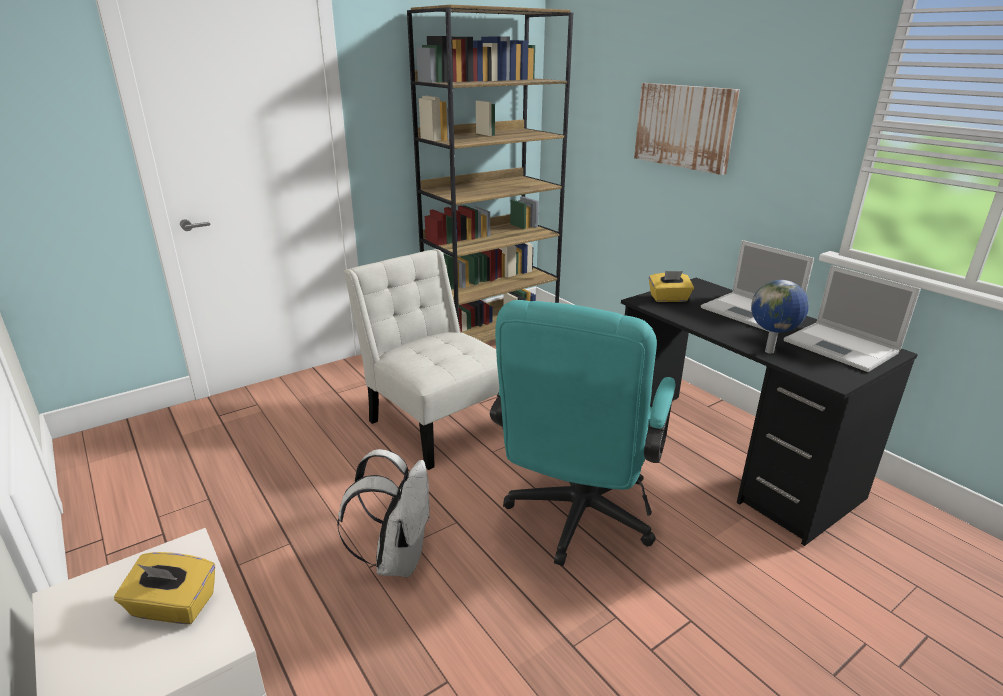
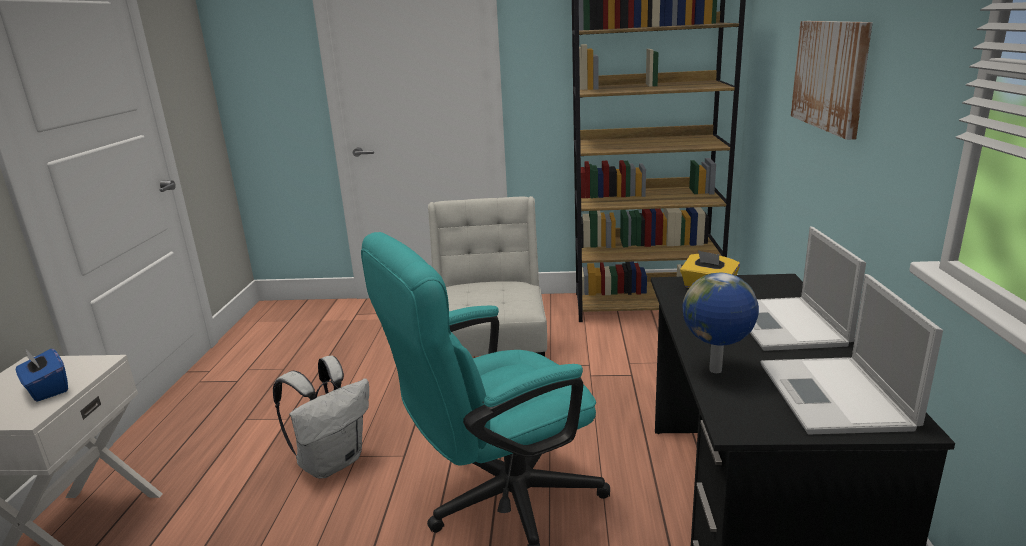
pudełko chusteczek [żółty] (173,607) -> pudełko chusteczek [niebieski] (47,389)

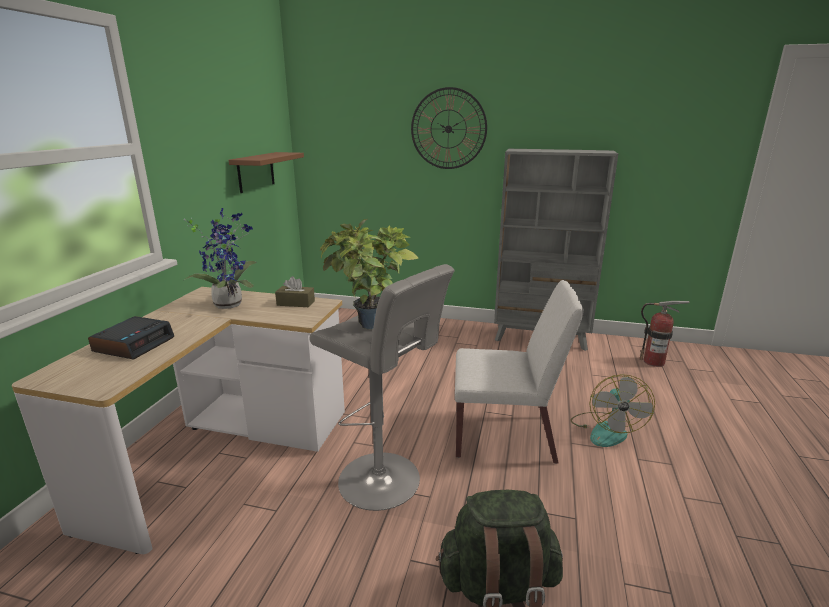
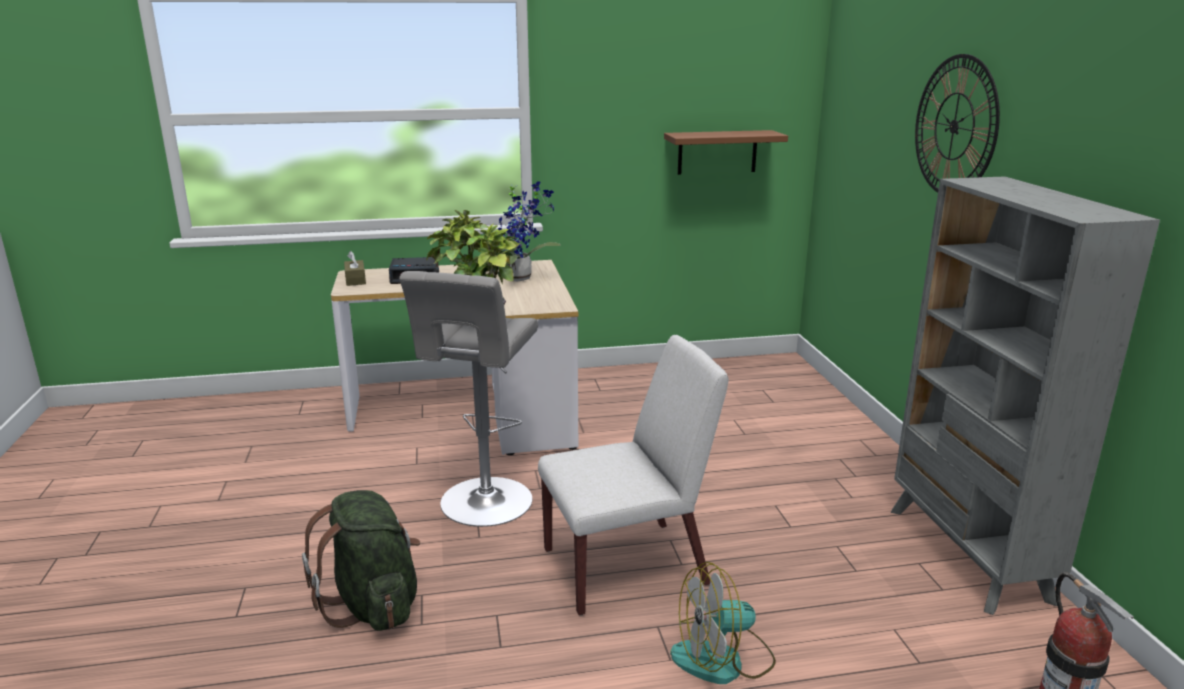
pudełko chusteczek [brązowy] (295,303) -> pudełko chusteczek [brązowy] (355,280), relocated
krzesło [biały] (505,436) -> krzesło [biały] (627,566), 90 degrees counterclockwise

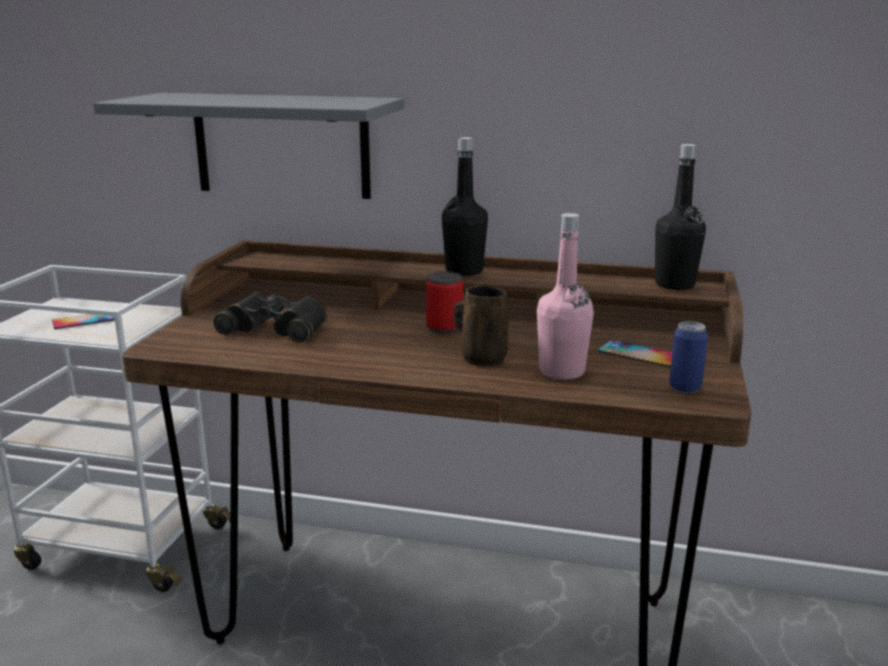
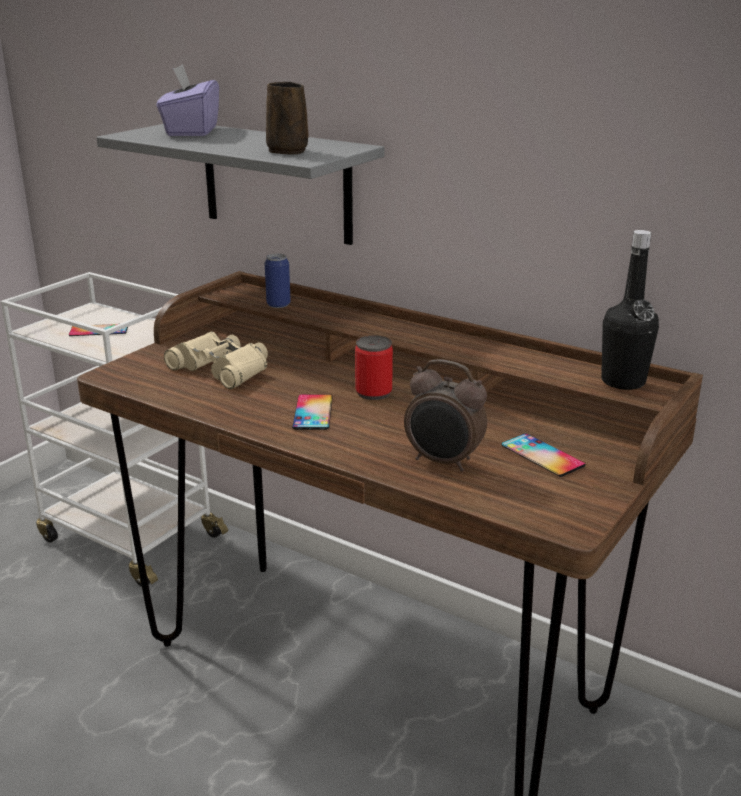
butelka [czarny] (464,271) -> none
butelka [różowy] (561,371) -> budzik (443,462)
kubek [brązowy] (481,358) -> kubek [brązowy] (286,151), relocated
lornetka [czarny] (275,328) -> lornetka [beżowy] (221,369)
puszka (685,388) -> puszka (278,304), relocated
none -> pudełko chusteczek [fioletowy] (191,131)
none -> telefon (313,412)

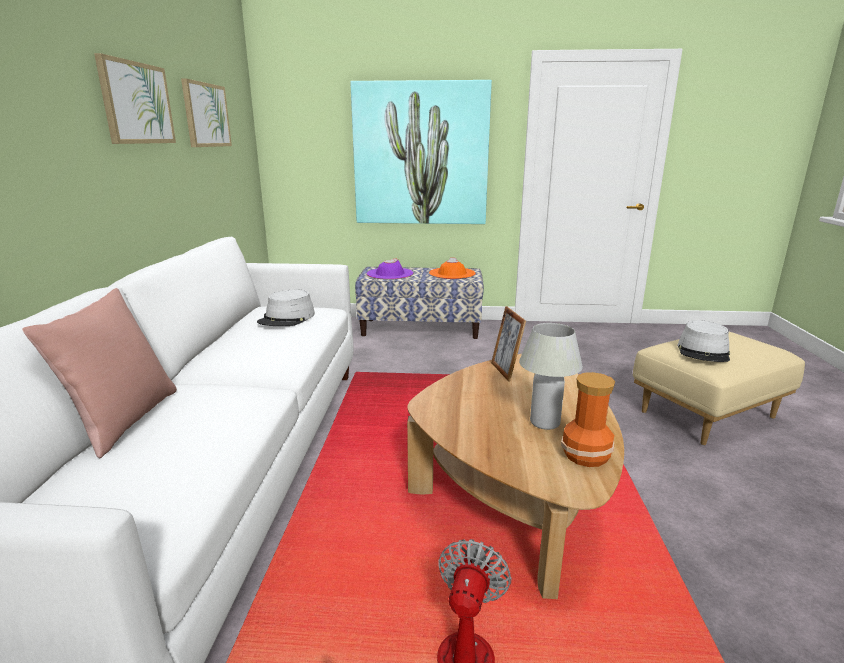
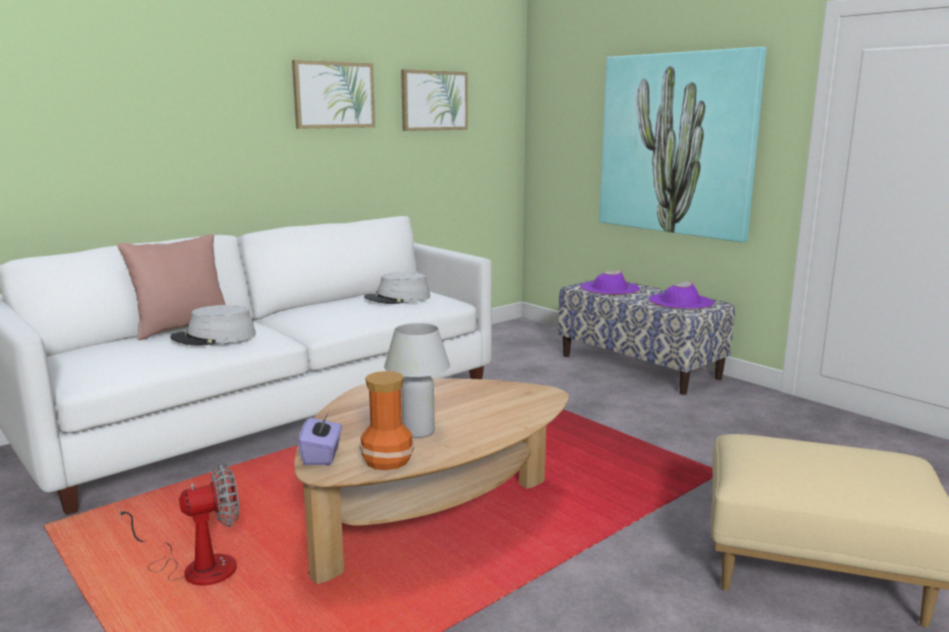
kapelusz [pomarańczowy] (452,273) -> kapelusz [fioletowy] (680,301)
ramka na zdjęcie (505,371) -> none
kapelusz [szary] (703,351) -> kapelusz [szary] (214,337), relocated
none -> pudełko chusteczek [fioletowy] (322,455)

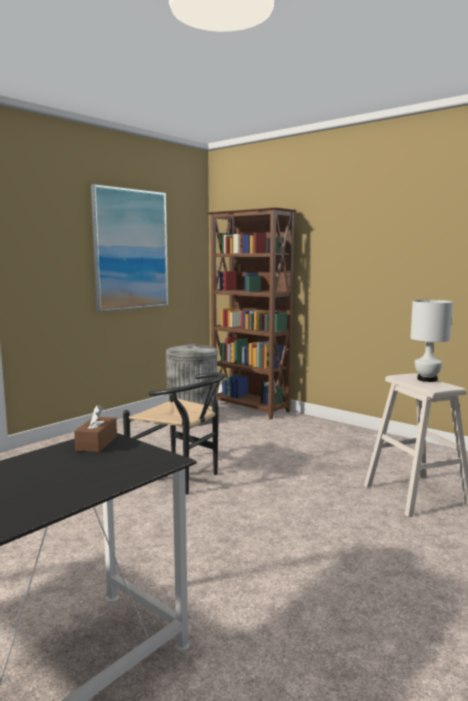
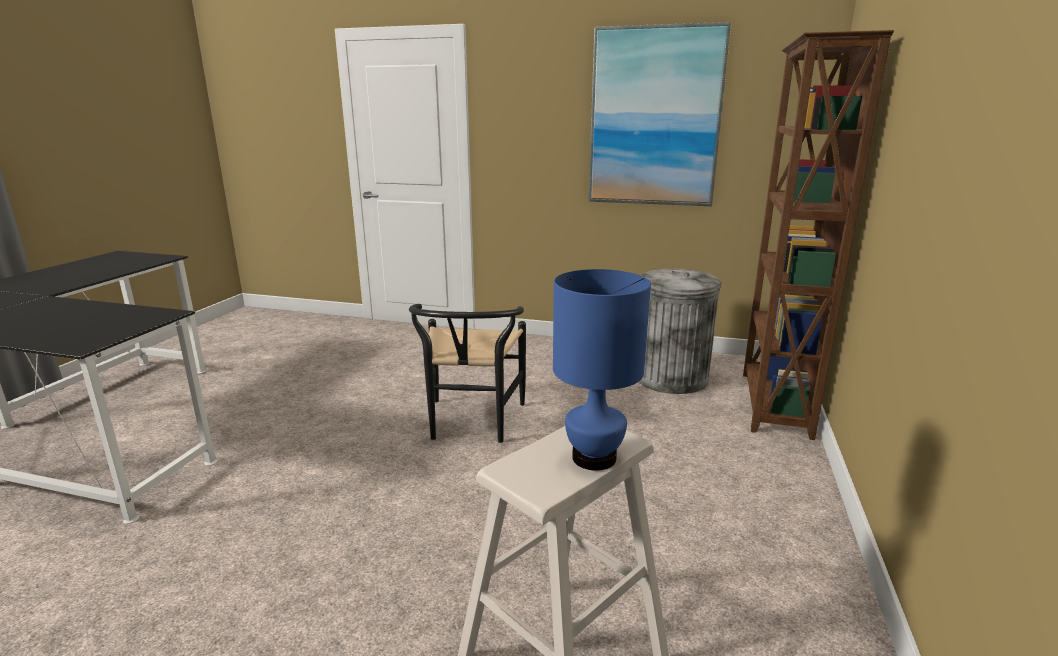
lampa stołowa [biały] (427,379) -> lampa stołowa [niebieski] (595,458)
pudełko chusteczek [brązowy] (97,443) -> none

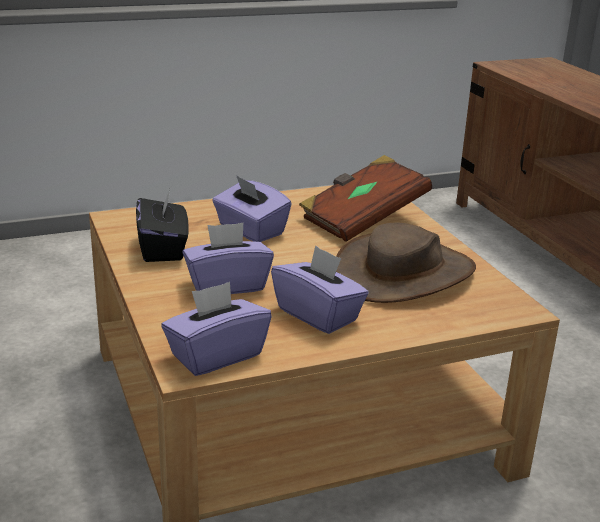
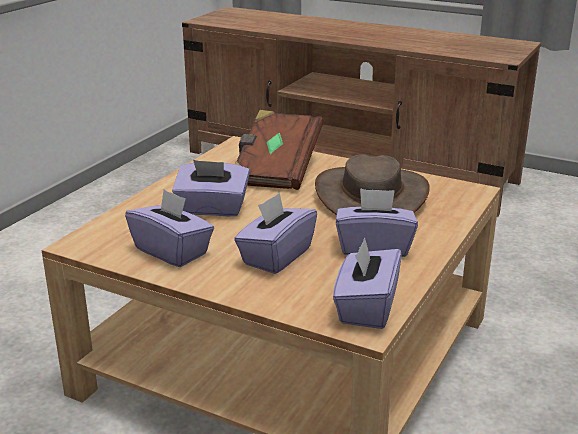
pudełko chusteczek [czarny] (163,249) -> pudełko chusteczek [fioletowy] (172,251)

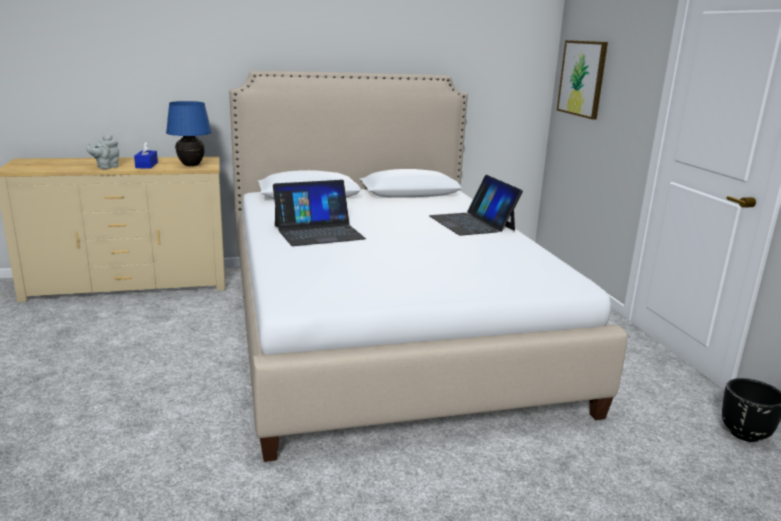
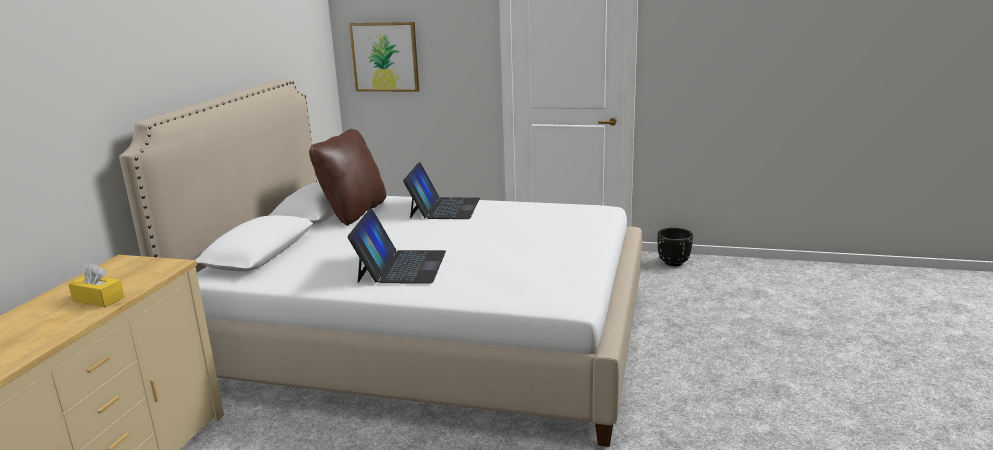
lampa stołowa [niebieski] (191,165) -> none
imbryk [szary] (106,167) -> none
pudełko chusteczek [niebieski] (146,165) -> pudełko chusteczek [żółty] (98,299)
laptop (472,223) -> laptop (444,208), 90 degrees counterclockwise
none -> poduszka [brązowy] (354,213)

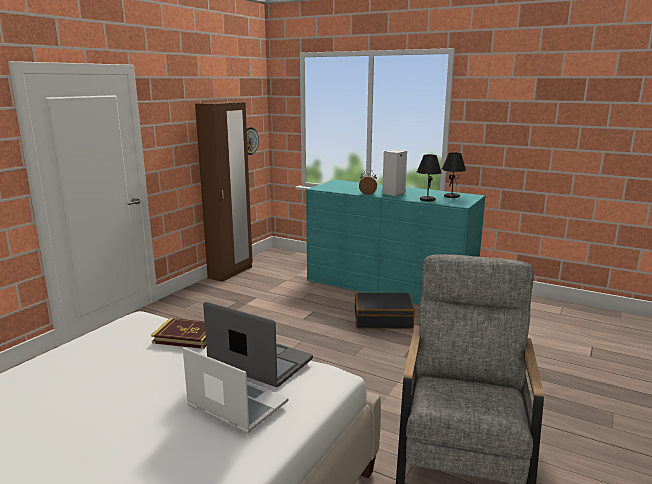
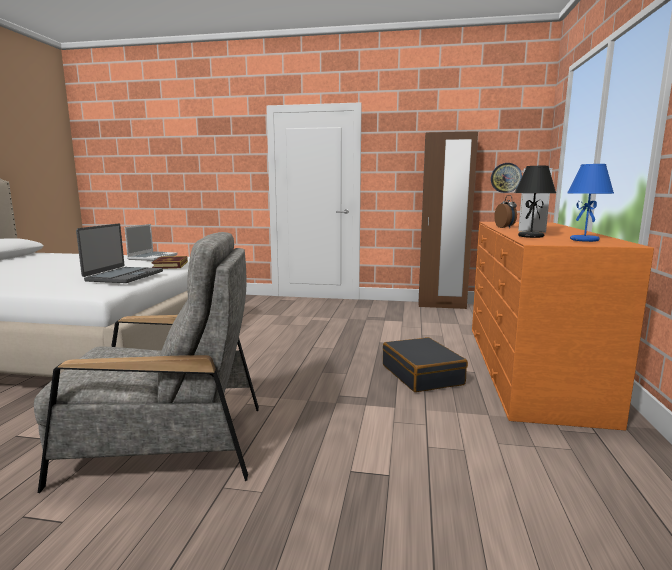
lampa stołowa [czarny] (451,196) -> lampa stołowa [niebieski] (585,240)
komoda [turkusowy] (389,285) -> komoda [pomarańczowy] (528,367)
laptop (235,405) -> laptop (152,257), relocated

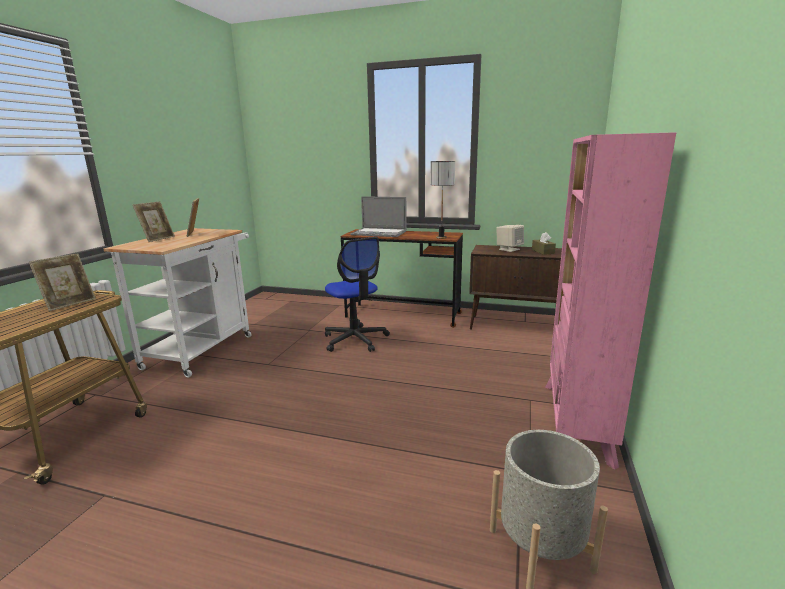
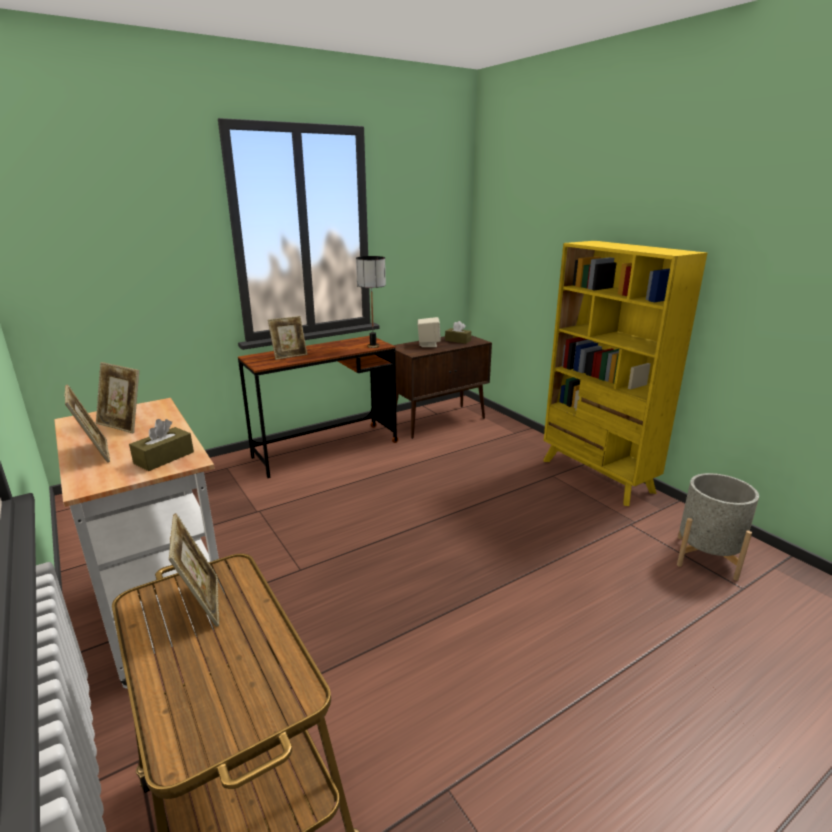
regał [różowy] (576,422) -> regał [żółty] (597,476)
laptop (379,233) -> ramka na zdjęcie (289,355)
krzesło biurowe (355,340) -> none
none -> pudełko chusteczek [brązowy] (164,458)

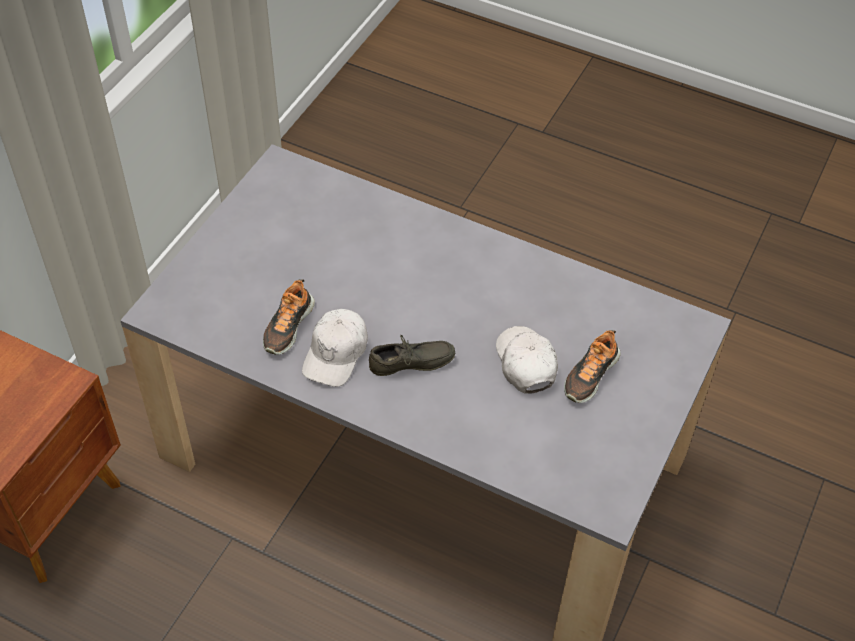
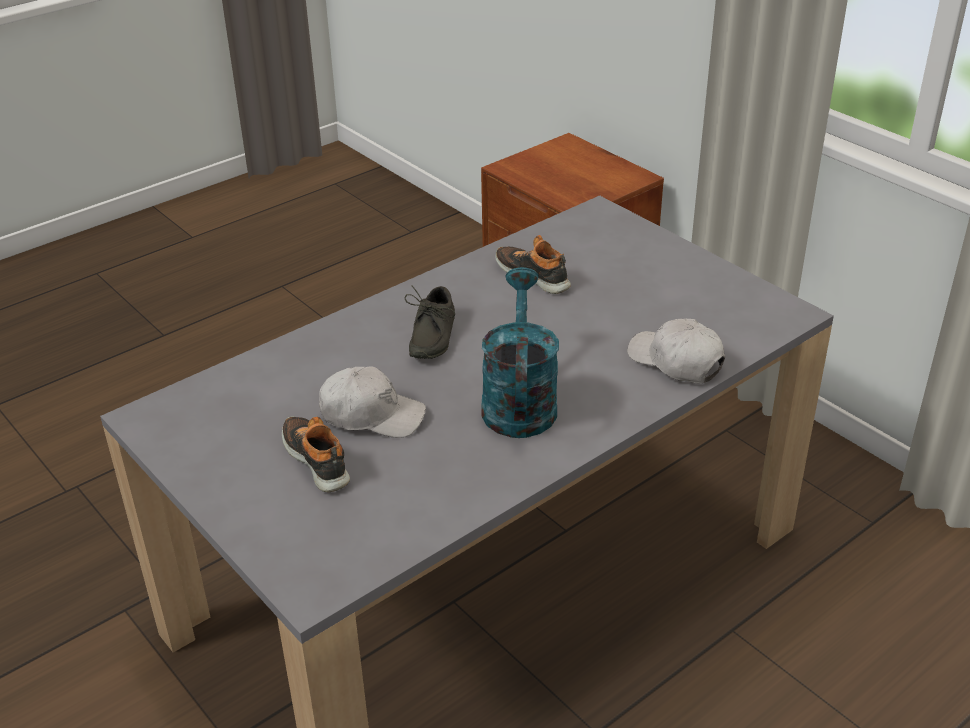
czapka z daszkiem [biały] (336,354) -> czapka z daszkiem [biały] (675,362), relocated
none -> konewka [turkusowy] (518,401)

